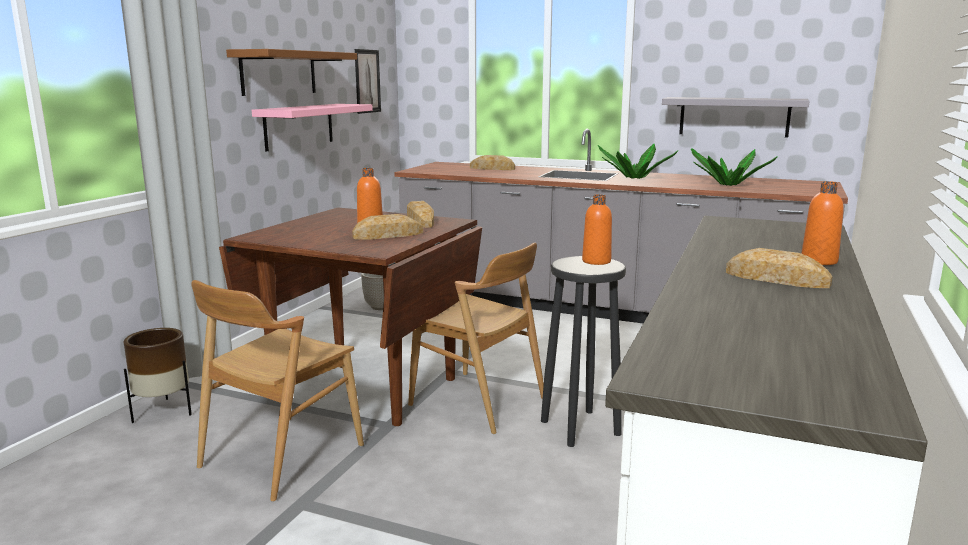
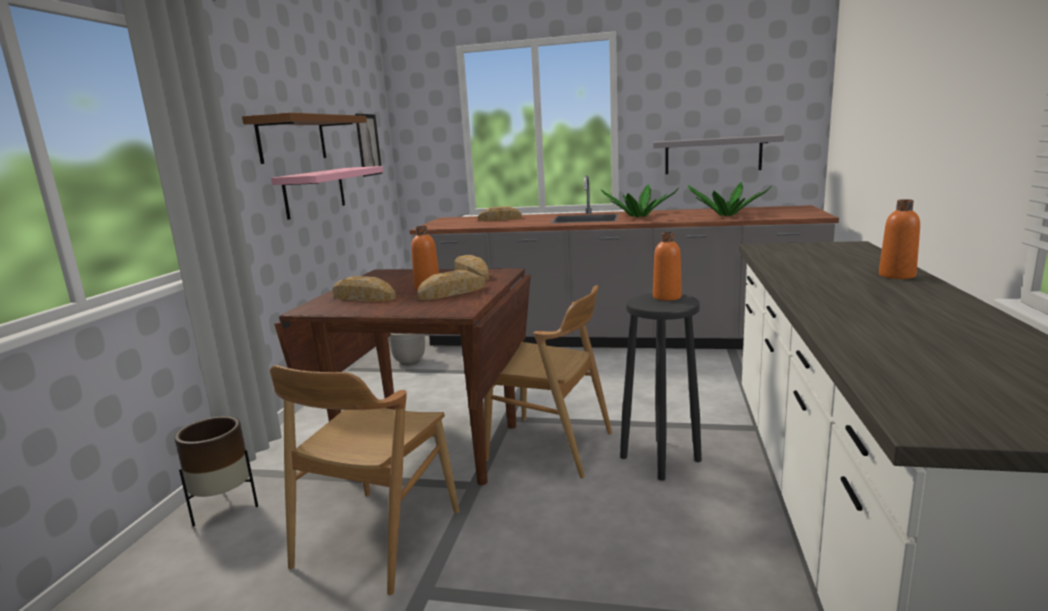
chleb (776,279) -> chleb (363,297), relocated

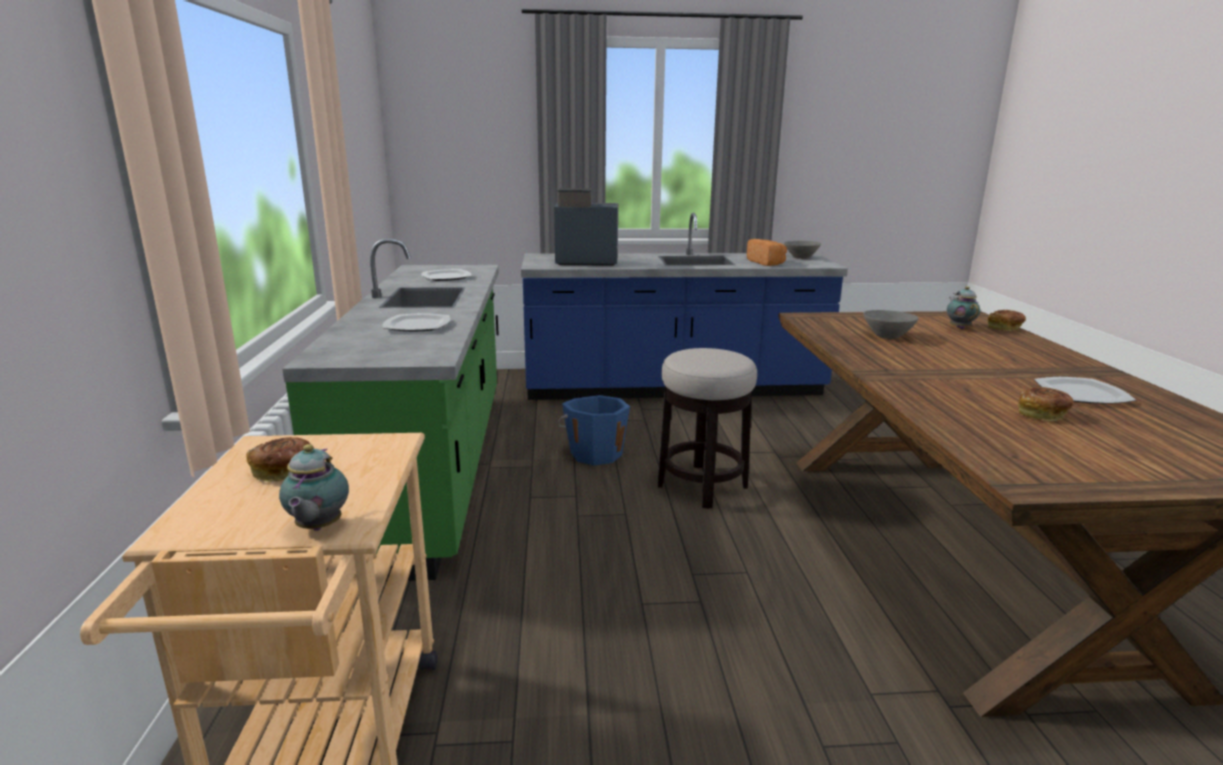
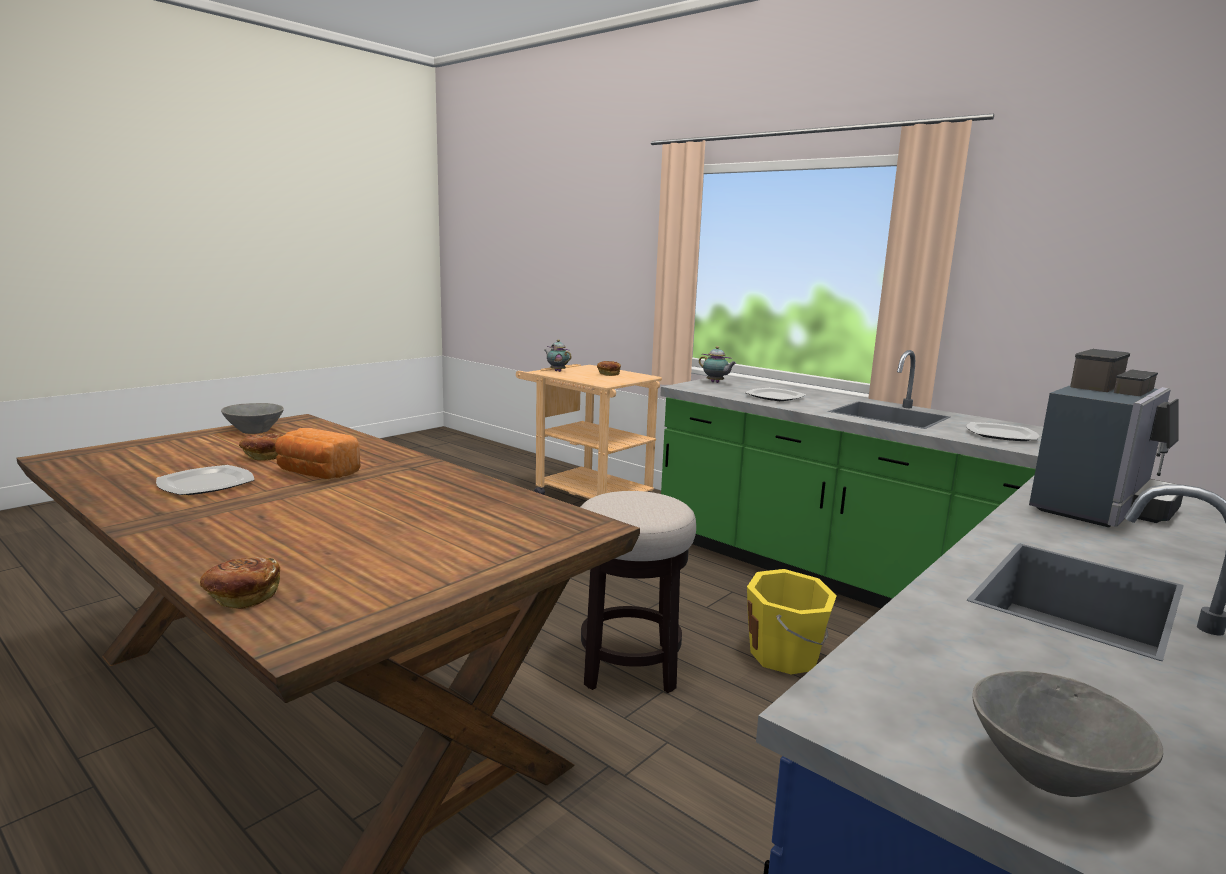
chleb (766,262) -> chleb (316,473), relocated
imbryk (959,327) -> imbryk (716,382), relocated
miska [szary] (887,336) -> miska [szary] (255,431), relocated
wiadro [niebieski] (595,453) -> wiadro [żółty] (786,655)

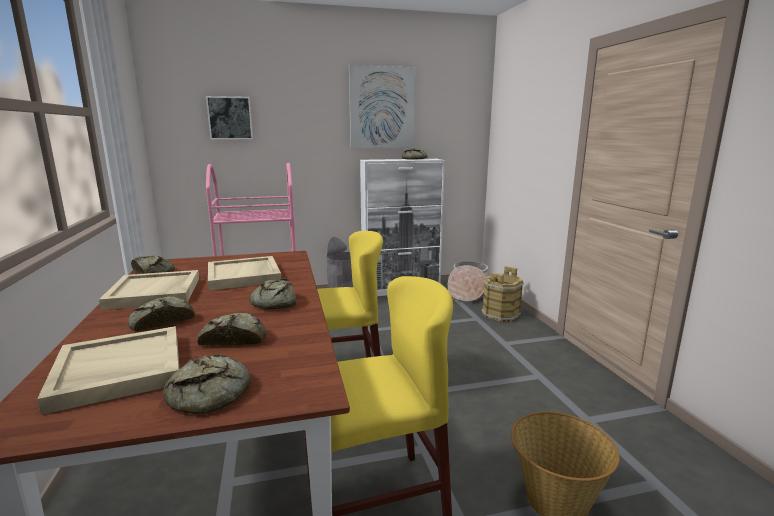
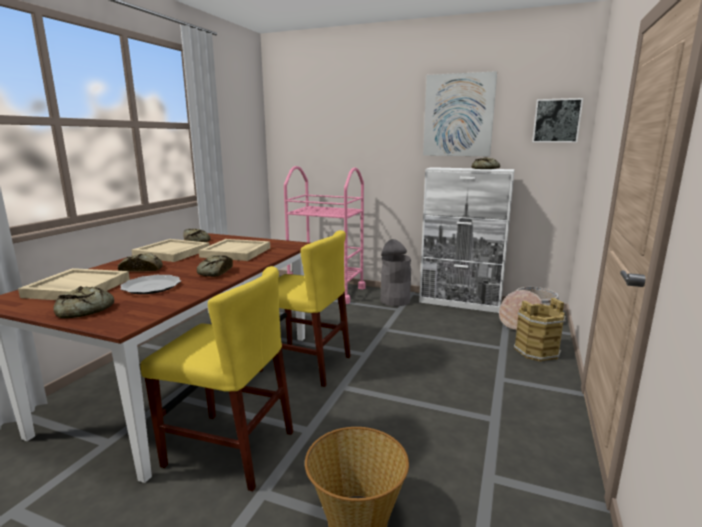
obraz (230,118) -> obraz (556,121), relocated
chleb (234,338) -> talerz (151,287)

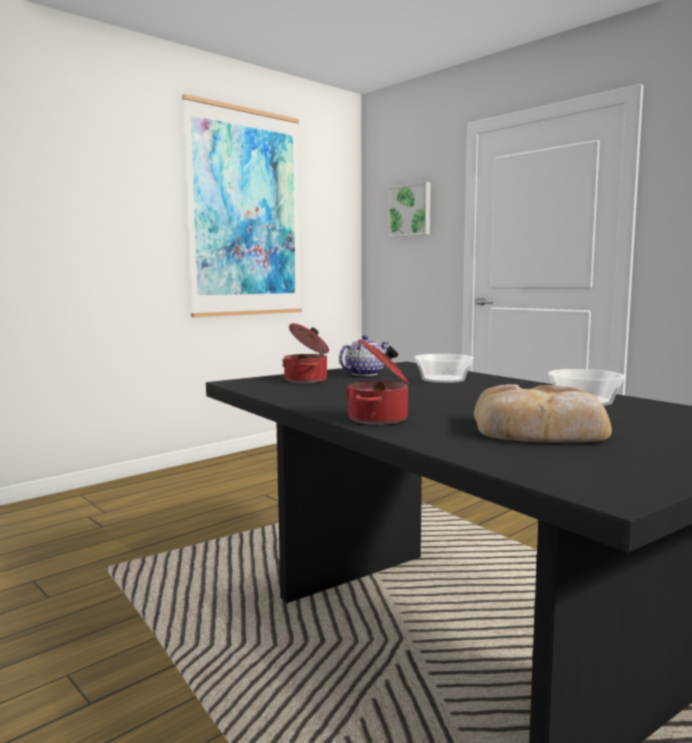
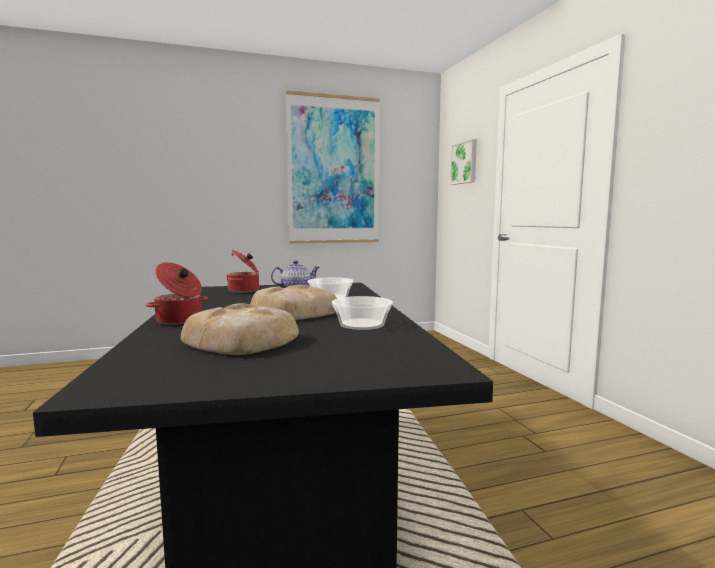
none -> chleb (292,312)

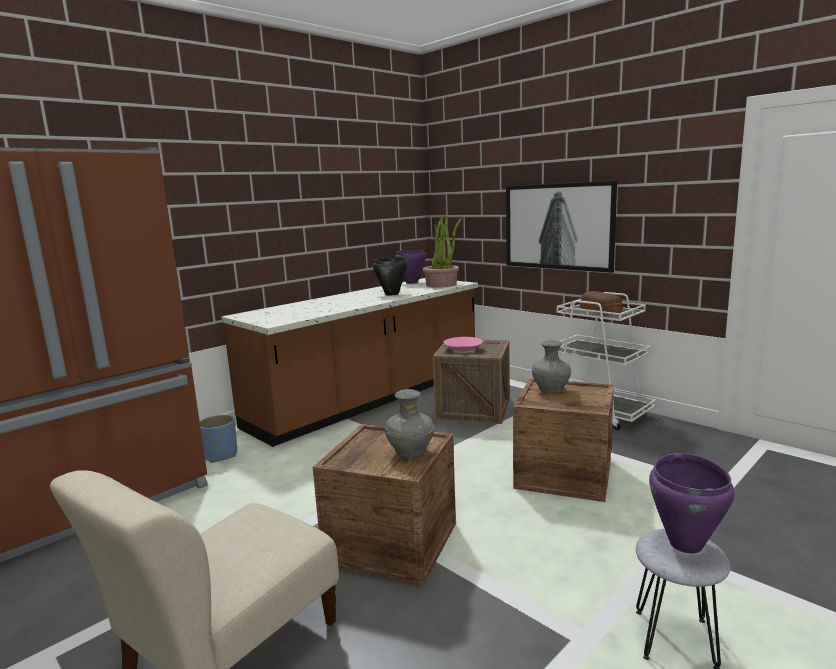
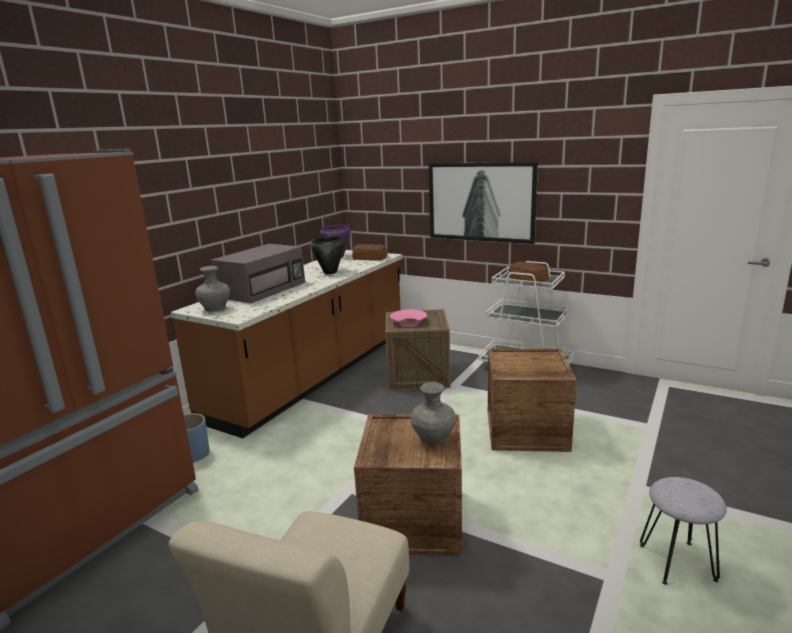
roślina doniczkowa (441,284) -> chleb (369,258)
wazon [szary] (551,391) -> wazon [szary] (215,309), relocated
garnek [fioletowy] (686,544) -> none
none -> mikrofalówka [szary] (263,289)

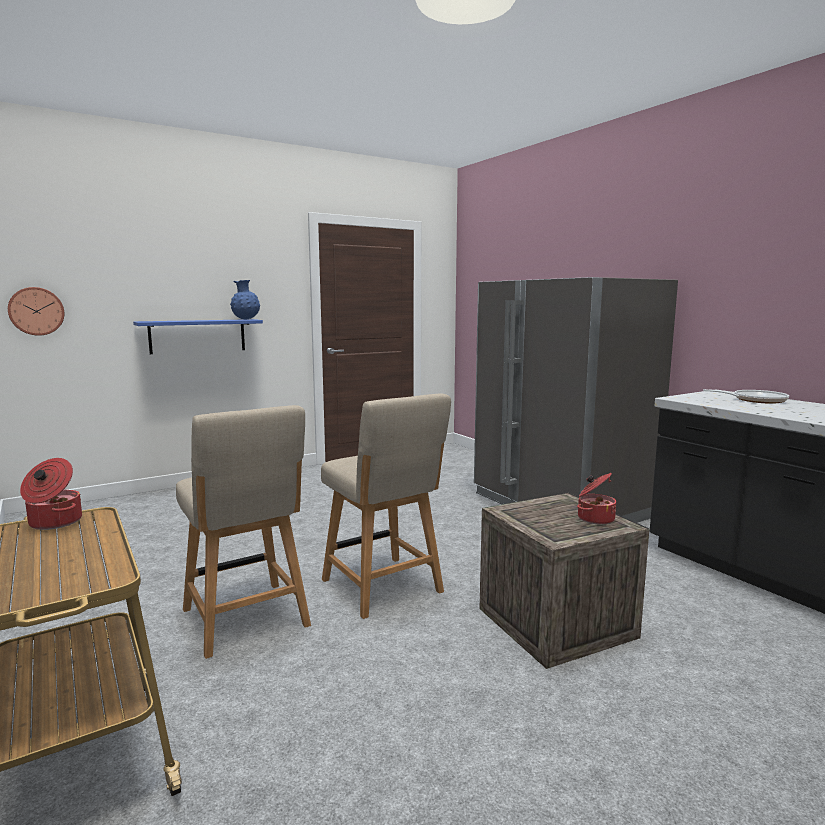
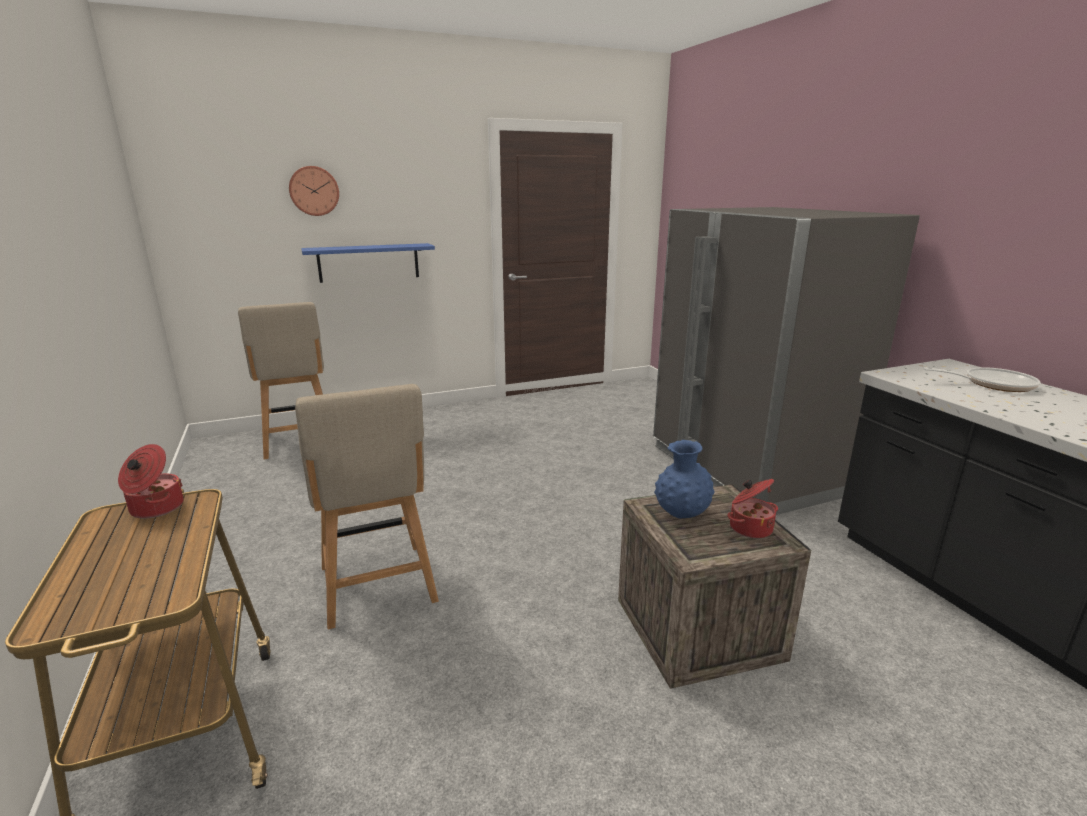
wazon [niebieski] (246,319) -> wazon [niebieski] (681,515), relocated
zegar ścienny (36,311) -> zegar ścienny (314,191), relocated
krzesło [beżowy] (384,588) -> krzesło [beżowy] (299,442), relocated

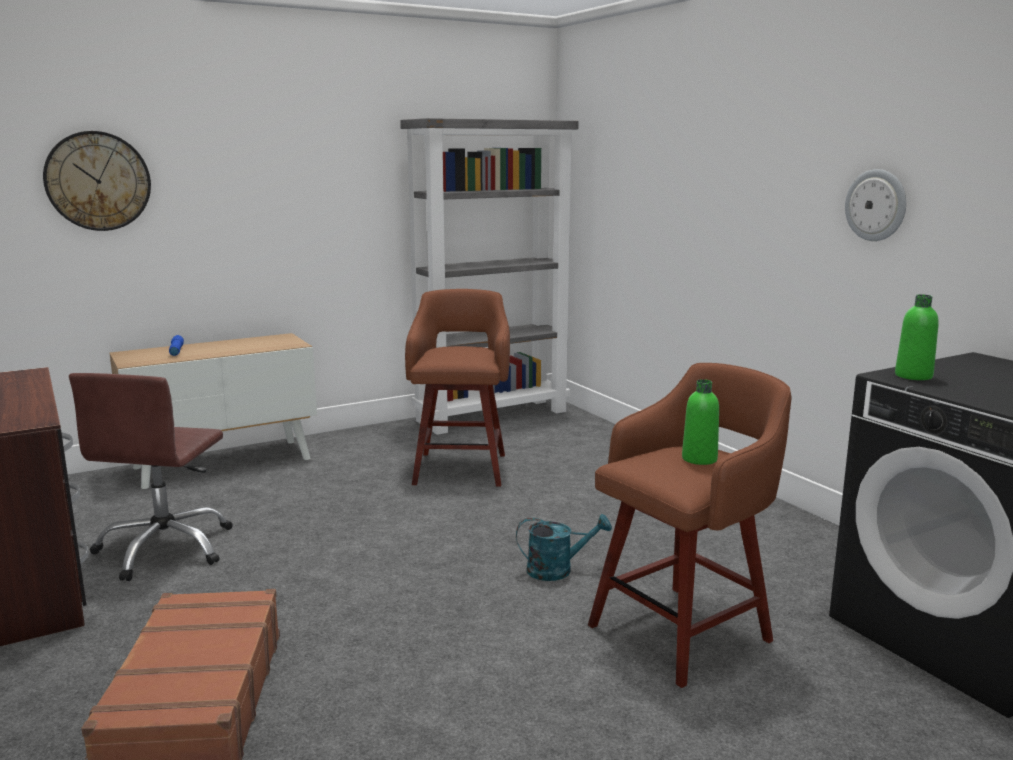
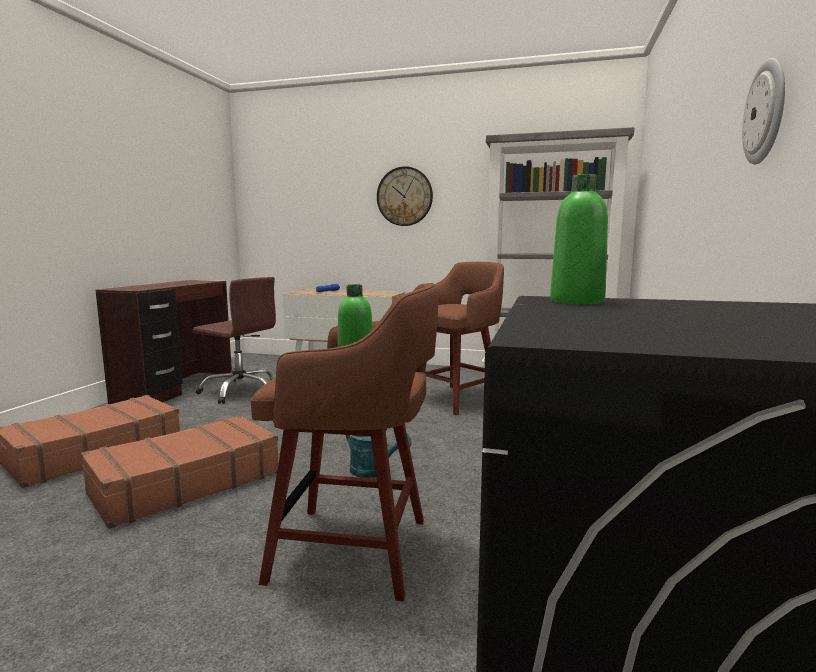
zegar ścienny (98,181) -> zegar ścienny (404,196), relocated
krzesło biurowe [brązowy] (166,548) -> krzesło biurowe [brązowy] (241,391), 120 degrees counterclockwise
none -> walizka [brązowy] (186,483)

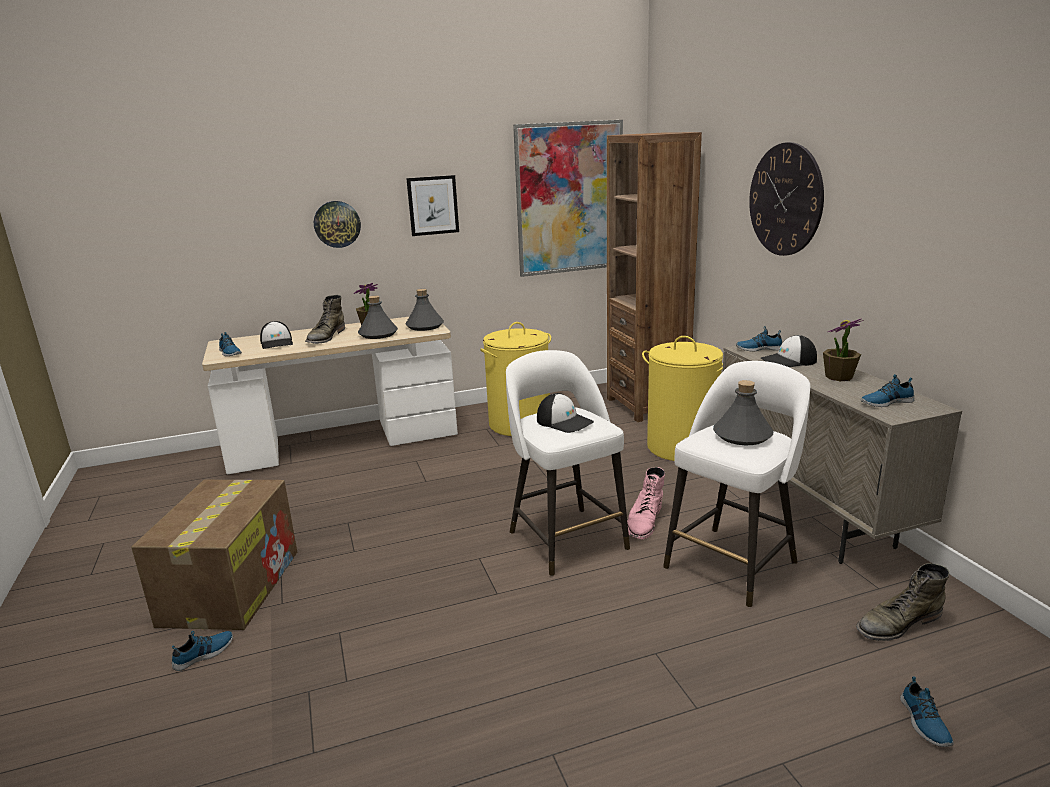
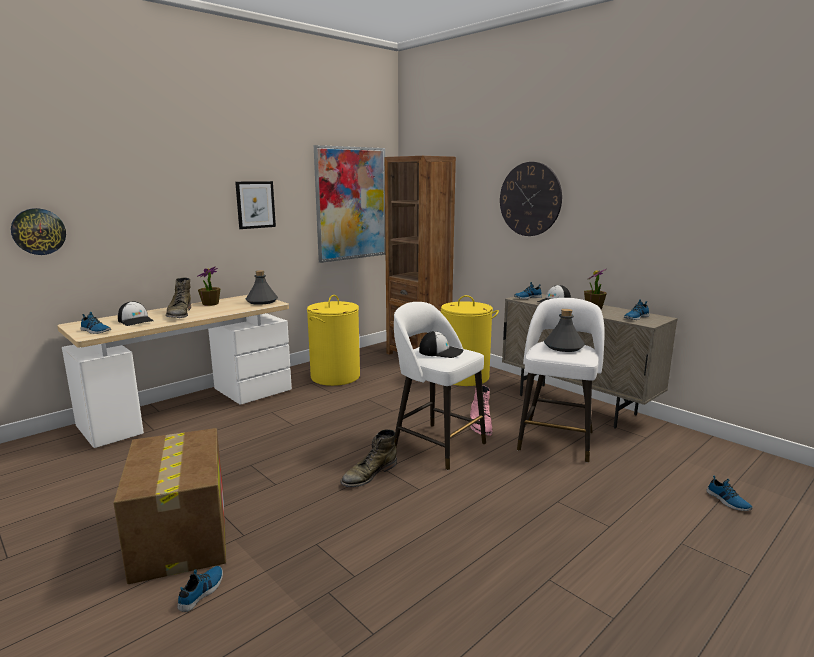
zegar ścienny (337,224) -> zegar ścienny (38,231), relocated
butelka [szary] (378,334) -> none
but z cholewką [zielony] (897,623) -> but z cholewką [zielony] (369,474), relocated

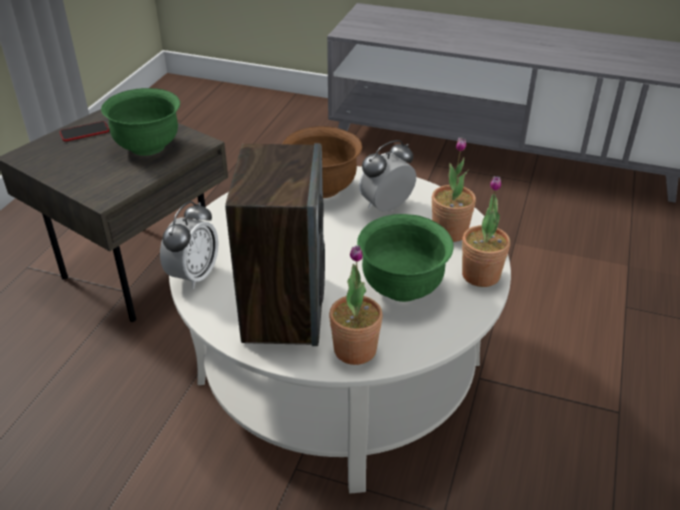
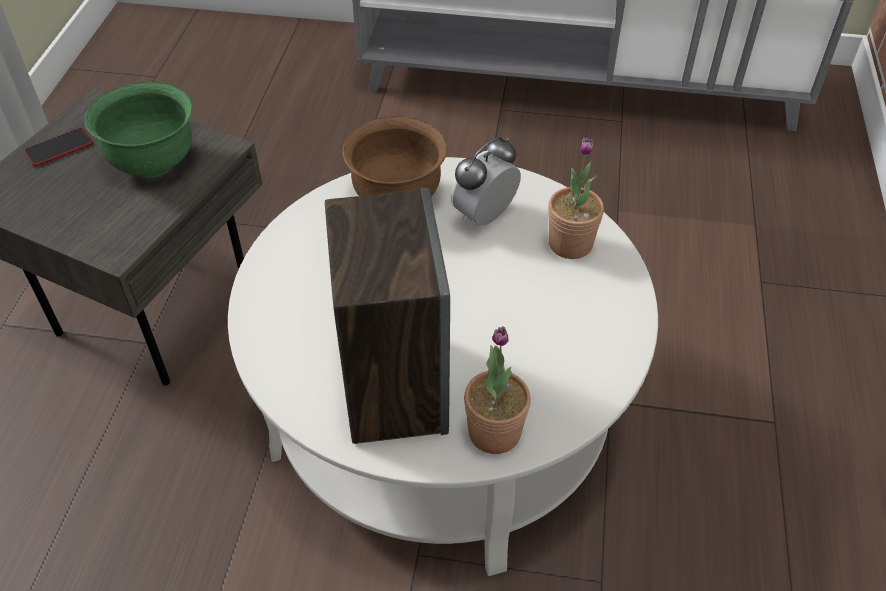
roślina doniczkowa (480,275) -> none
budzik (194,275) -> none
miska [zielony] (401,287) -> none

